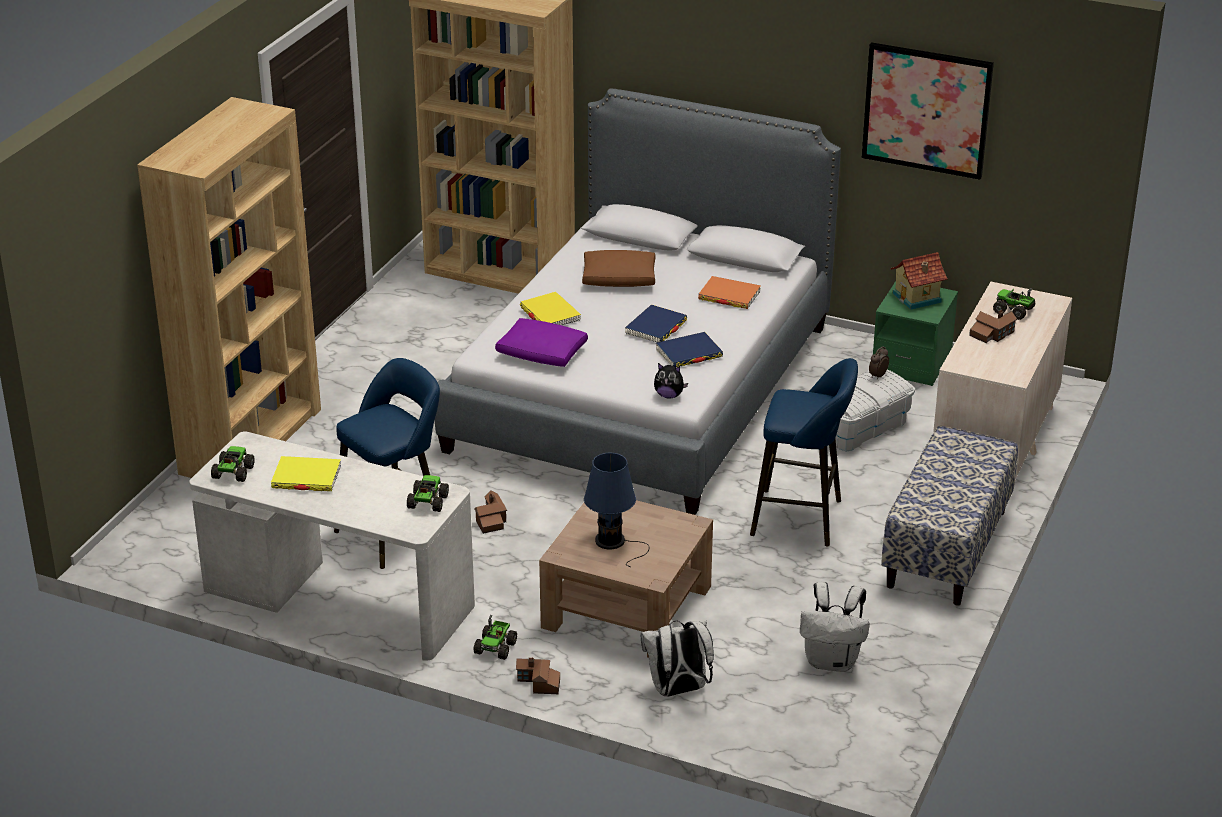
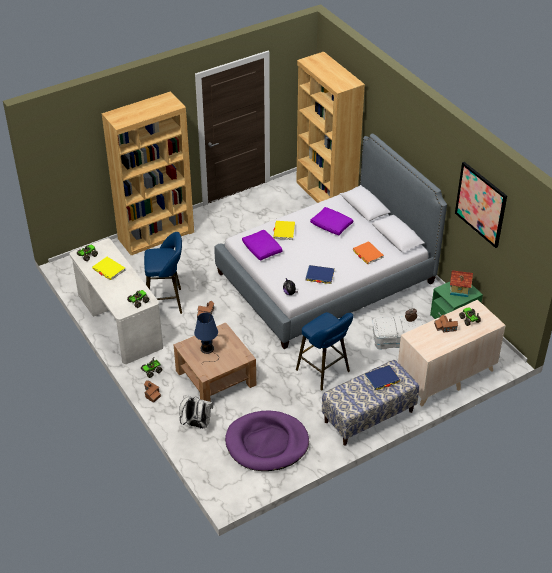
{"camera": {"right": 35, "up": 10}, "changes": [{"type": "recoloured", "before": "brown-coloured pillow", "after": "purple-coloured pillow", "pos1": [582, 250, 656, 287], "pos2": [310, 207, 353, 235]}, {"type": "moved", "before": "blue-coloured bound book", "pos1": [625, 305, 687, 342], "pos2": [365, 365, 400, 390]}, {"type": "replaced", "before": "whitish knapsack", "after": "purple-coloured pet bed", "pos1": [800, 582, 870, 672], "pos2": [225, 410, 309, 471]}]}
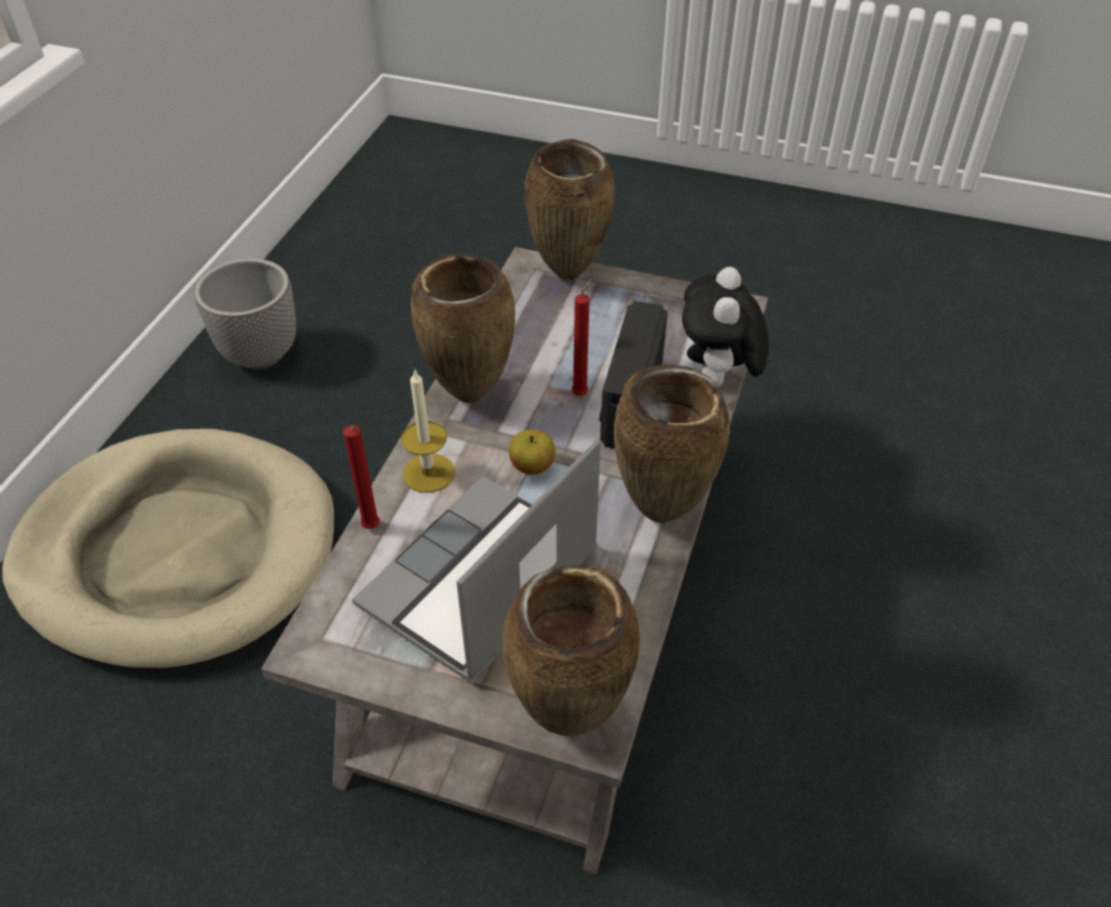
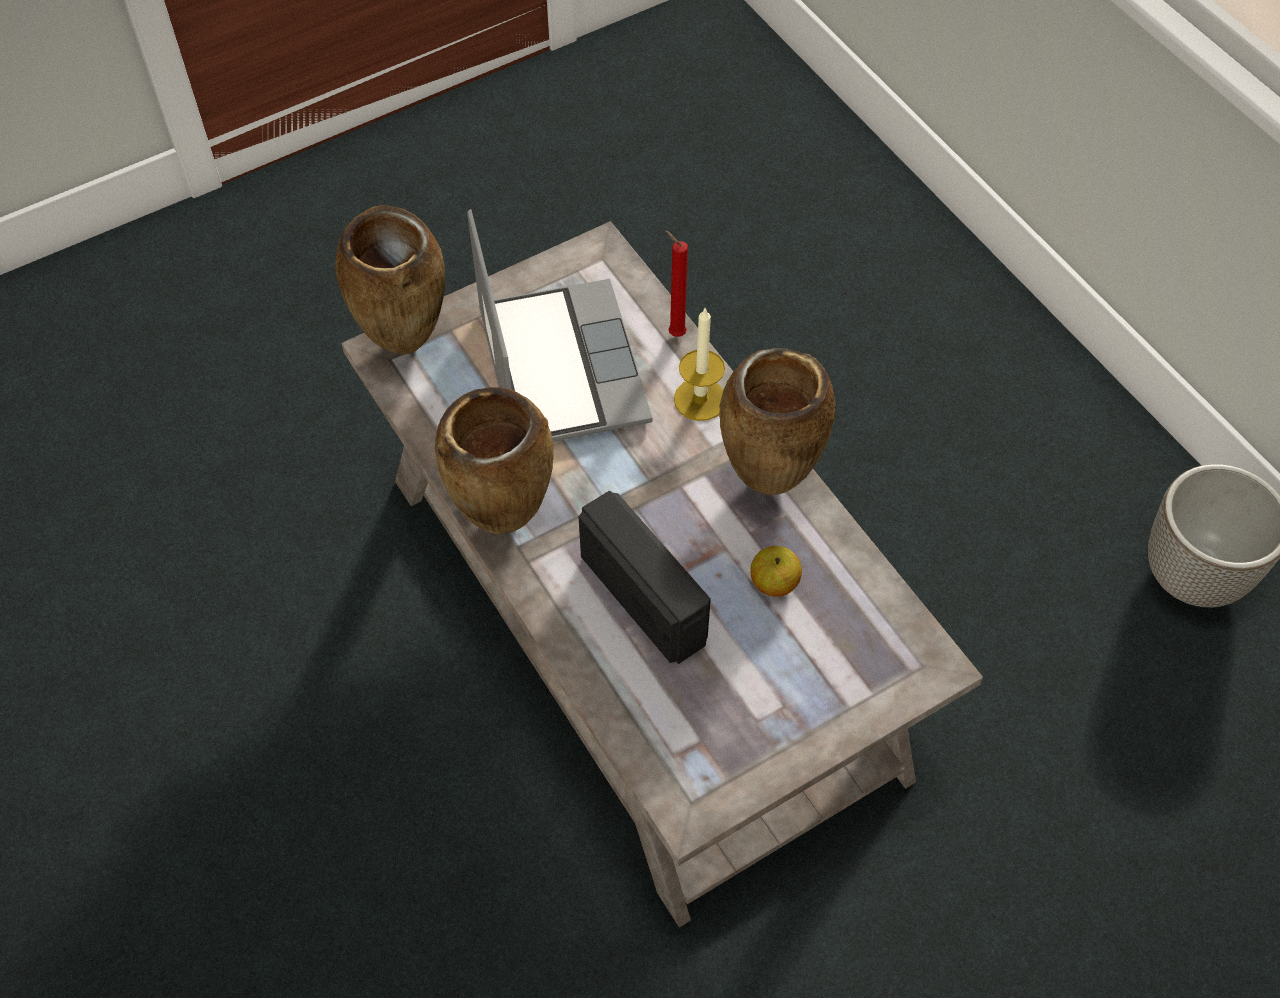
{"camera": {"right": 130, "up": 10}, "changes": [{"type": "removed", "before": "sand-coloured pet bed", "pos1": [2, 429, 335, 671]}, {"type": "moved", "before": "apple fruit", "pos1": [509, 429, 555, 475], "pos2": [751, 546, 802, 597]}, {"type": "removed", "before": "brown-coloured decorative vase", "pos1": [525, 139, 615, 280]}, {"type": "removed", "before": "reddish wax light", "pos1": [572, 279, 593, 396]}, {"type": "removed", "before": "cuddly toy", "pos1": [682, 267, 769, 386]}]}
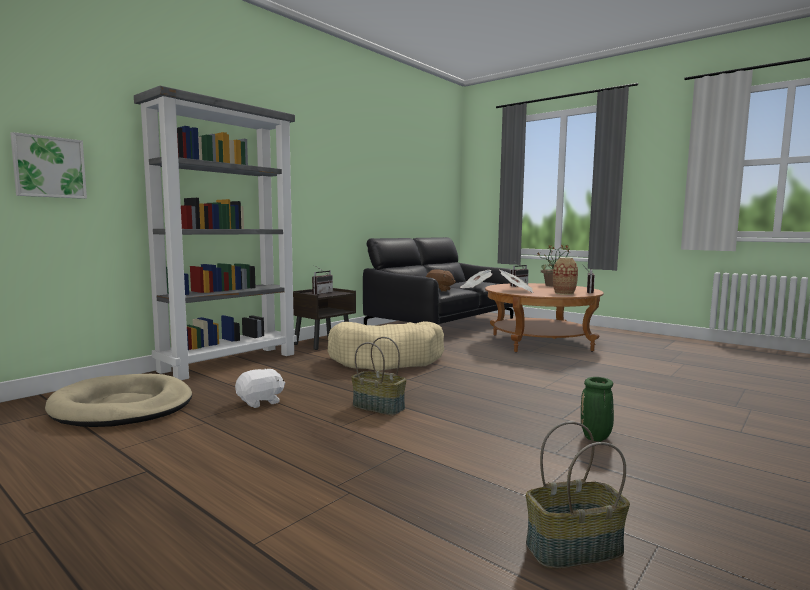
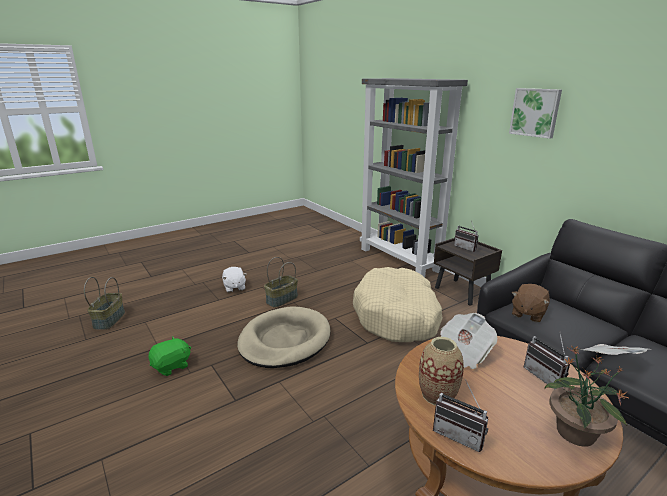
{"camera": {"right": 105, "up": 15}, "changes": [{"type": "moved", "before": "picture", "pos1": [10, 132, 87, 199], "pos2": [509, 88, 562, 139]}, {"type": "moved", "before": "sand-coloured pet bed", "pos1": [45, 374, 192, 427], "pos2": [237, 306, 331, 368]}, {"type": "moved", "before": "whitish cuddly toy", "pos1": [235, 369, 285, 408], "pos2": [222, 267, 247, 293]}, {"type": "replaced", "before": "green-coloured decorative vase", "after": "green-coloured cuddly toy", "pos1": [581, 377, 614, 442], "pos2": [148, 336, 191, 376]}]}
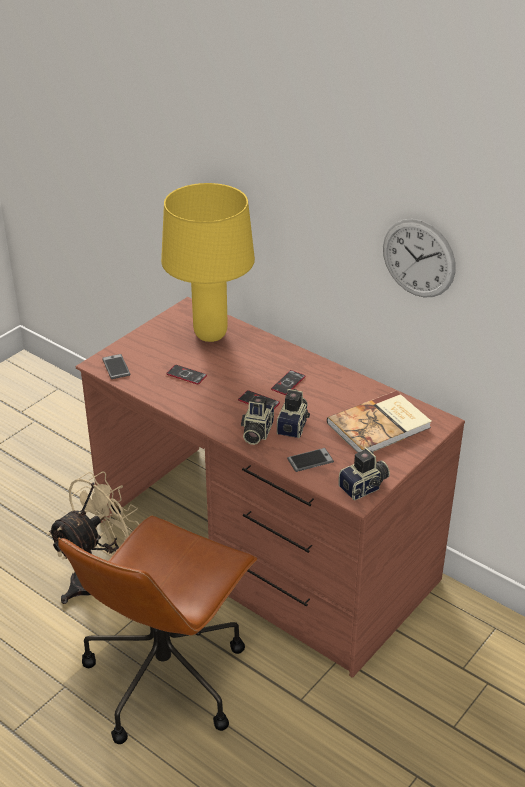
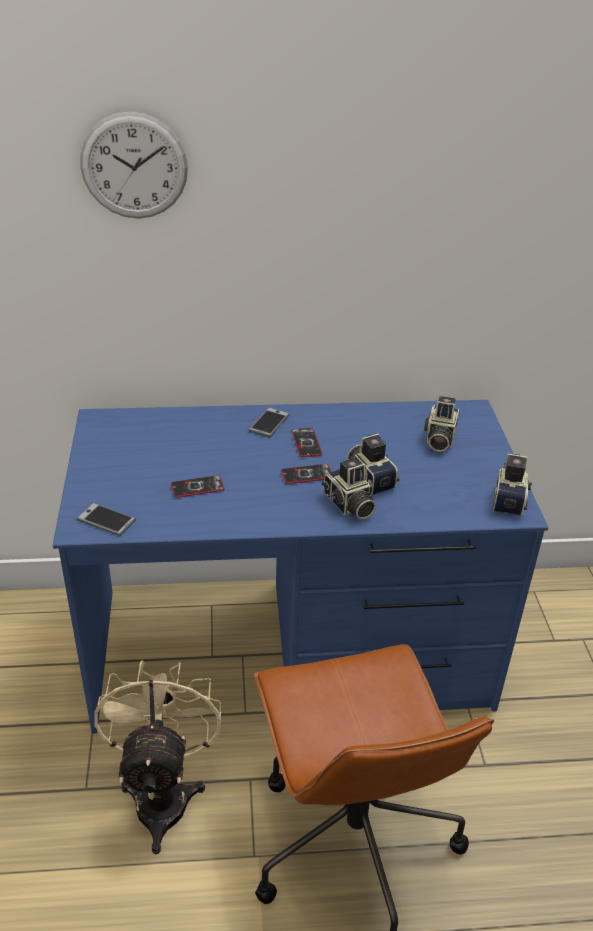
{"camera": {"right": -45, "up": 0}, "changes": [{"type": "recoloured", "before": "brown-coloured desk unit", "after": "blue-coloured desk unit", "pos1": [76, 297, 465, 678], "pos2": [53, 400, 549, 734]}, {"type": "removed", "before": "yellowish table lamp", "pos1": [161, 183, 255, 342]}, {"type": "moved", "before": "phone", "pos1": [287, 448, 334, 472], "pos2": [249, 408, 290, 437]}, {"type": "replaced", "before": "bound book", "after": "still camera", "pos1": [327, 391, 432, 453], "pos2": [424, 396, 459, 452]}, {"type": "moved", "before": "clock on the wall", "pos1": [383, 219, 456, 297], "pos2": [80, 112, 188, 219]}]}
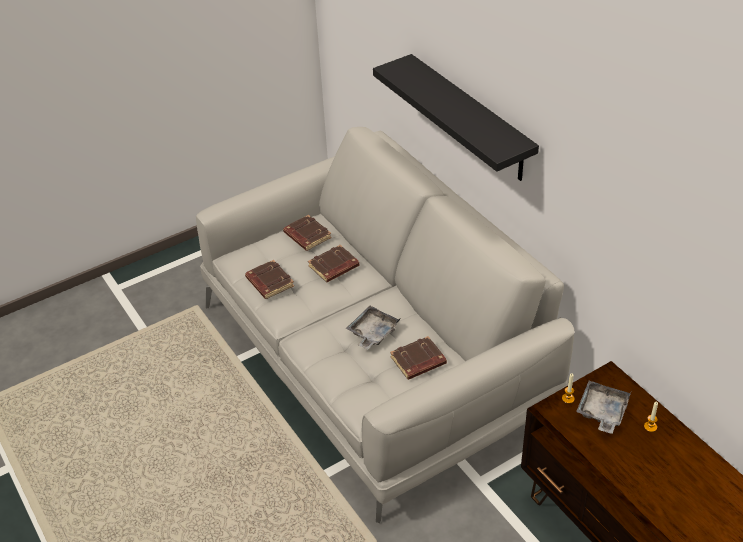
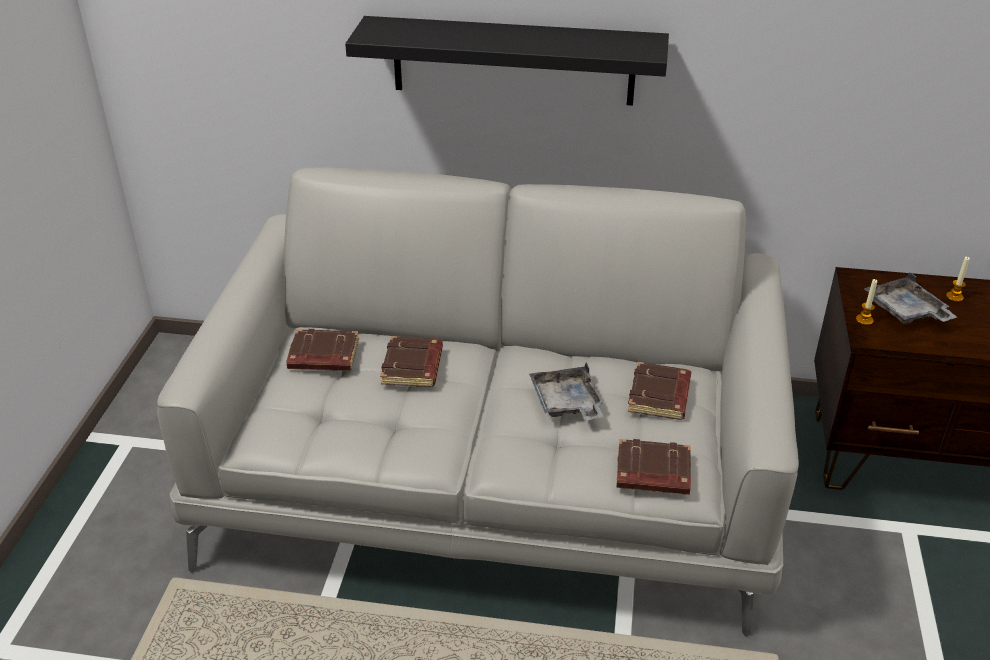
{"camera": {"right": -50, "up": -5}, "changes": [{"type": "moved", "before": "brown-coloured bound book", "pos1": [245, 260, 294, 299], "pos2": [616, 439, 691, 495]}]}
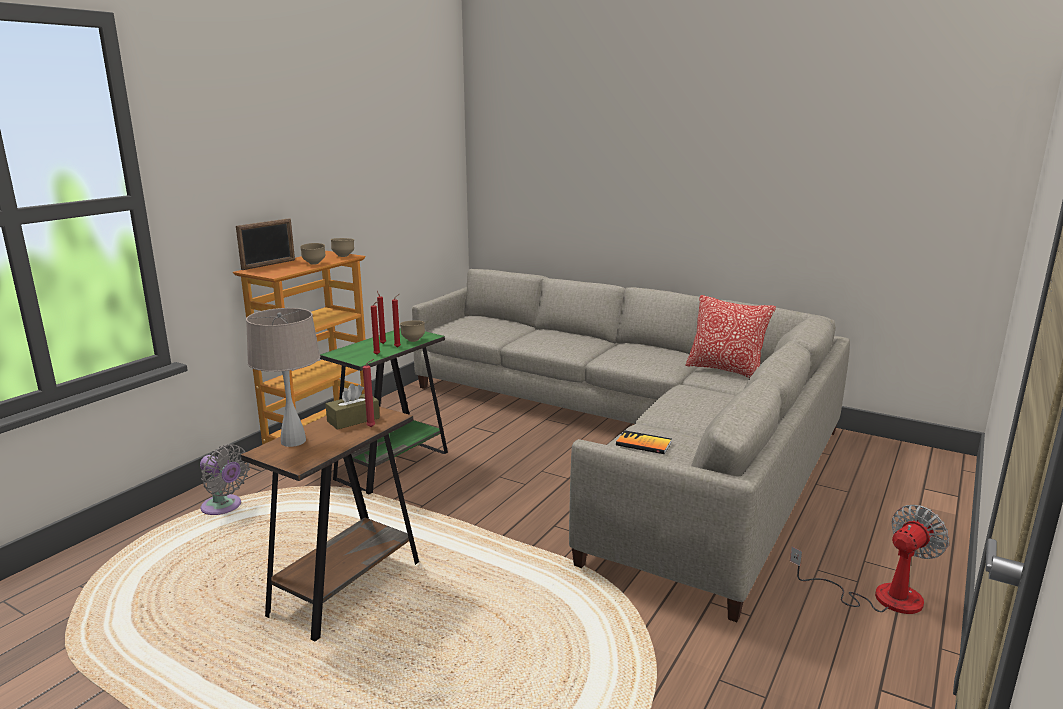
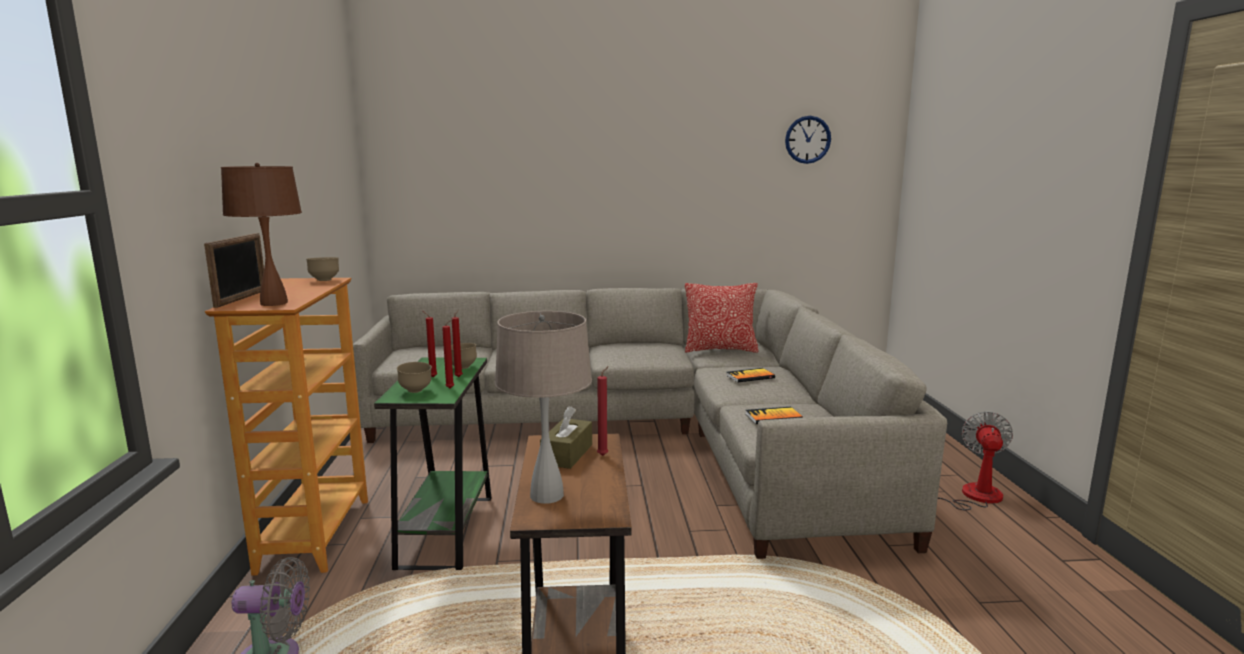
{"camera": {"right": -35, "up": -5}, "changes": [{"type": "moved", "before": "brown-coloured deep dish", "pos1": [300, 243, 325, 265], "pos2": [397, 362, 432, 393]}, {"type": "added", "after": "brown-coloured table lamp", "pos2": [221, 163, 302, 306]}, {"type": "added", "after": "bound book", "pos2": [726, 368, 775, 383]}, {"type": "added", "after": "clock on the wall", "pos2": [785, 116, 831, 164]}]}
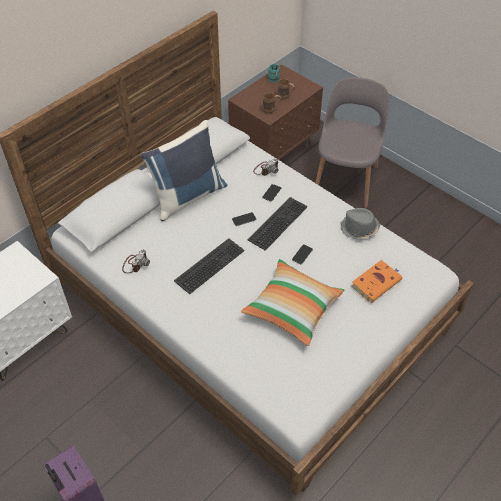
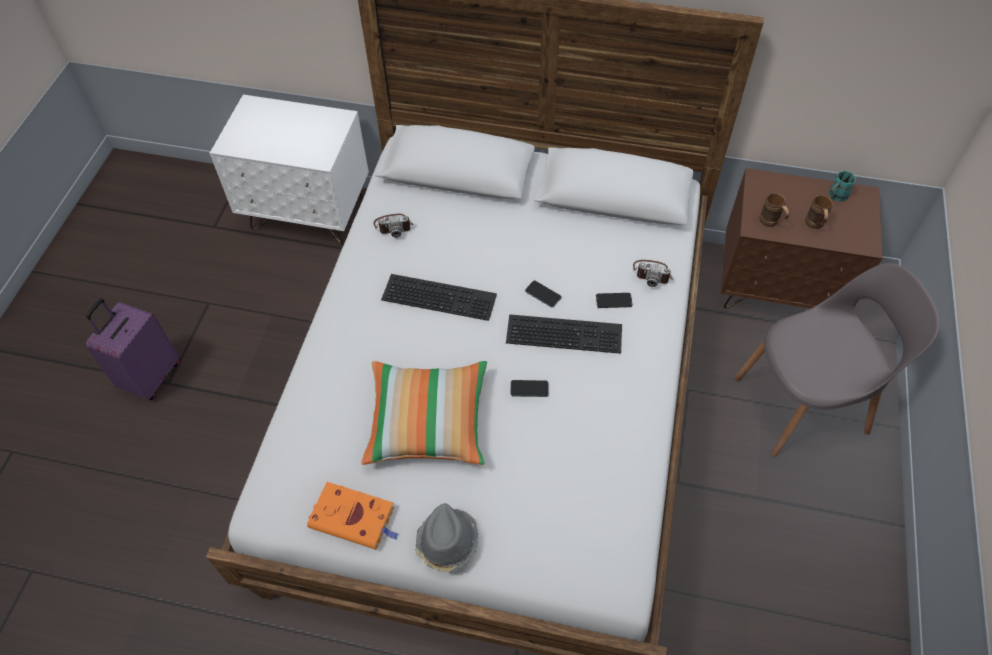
{"camera": {"right": 60, "up": 5}, "changes": [{"type": "removed", "before": "blue-coloured pillow", "pos1": [140, 120, 227, 221]}, {"type": "moved", "before": "greyish hat", "pos1": [341, 208, 380, 239], "pos2": [415, 503, 478, 573]}, {"type": "moved", "before": "orangey bound book", "pos1": [351, 260, 402, 303], "pos2": [307, 482, 399, 550]}]}
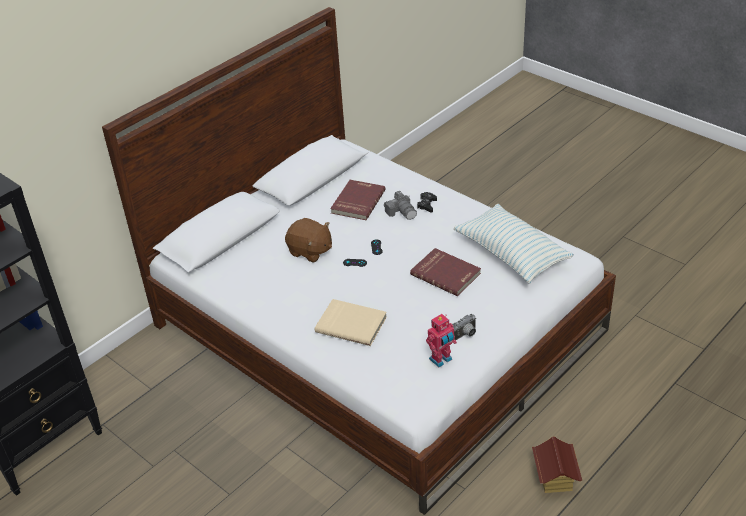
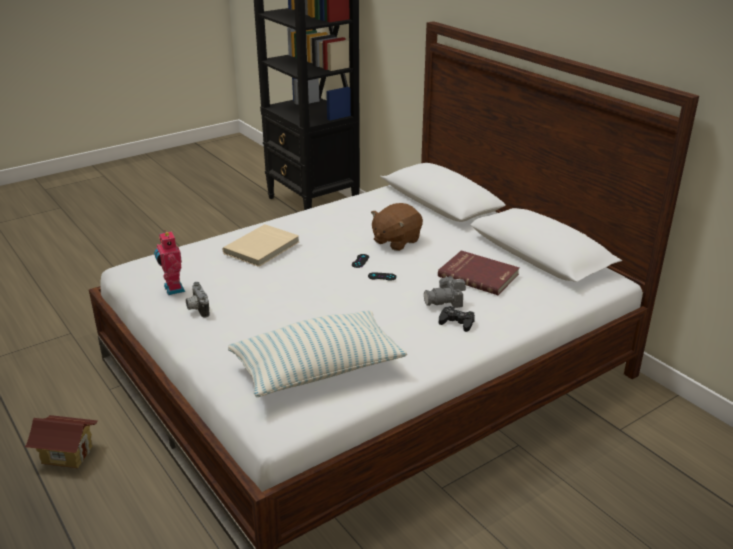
{"camera": {"right": 100, "up": -10}, "changes": [{"type": "removed", "before": "reddish bound book", "pos1": [410, 248, 481, 296]}]}
